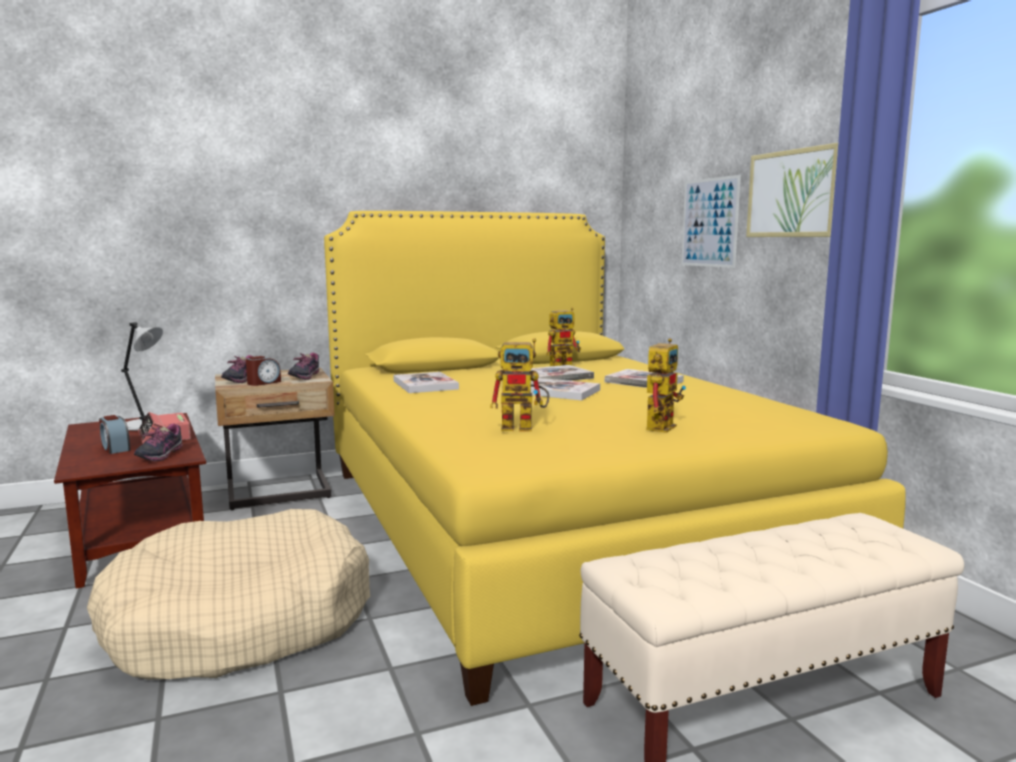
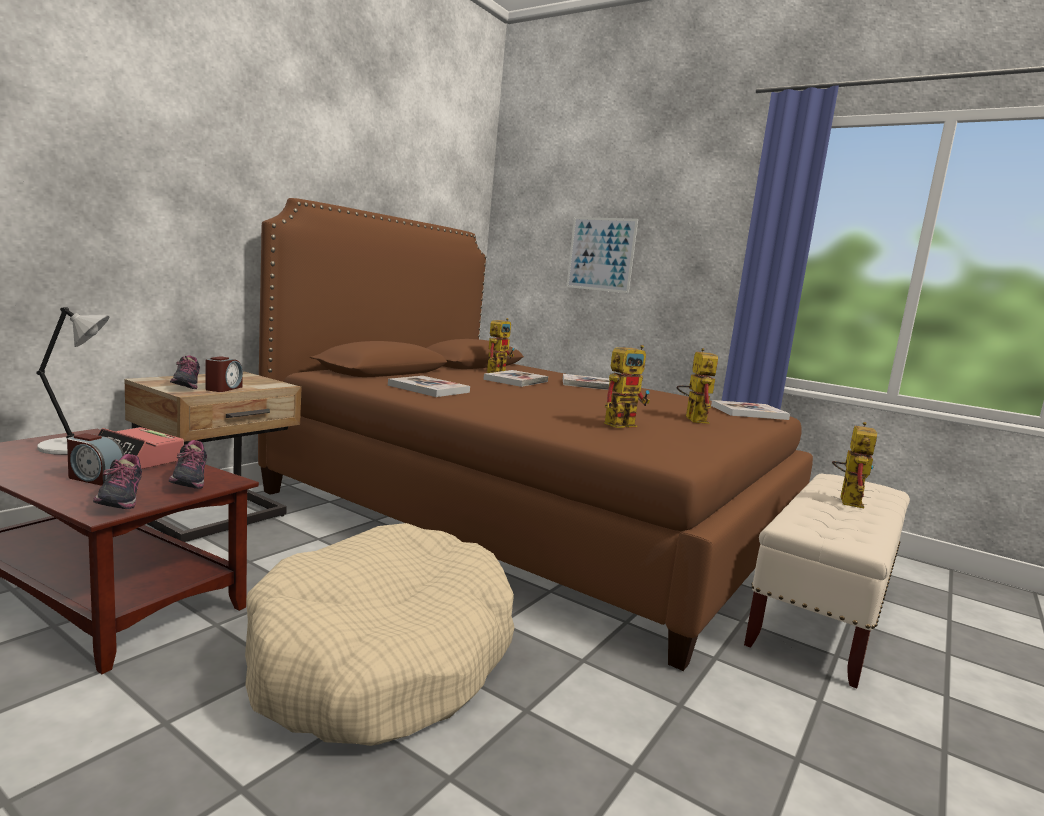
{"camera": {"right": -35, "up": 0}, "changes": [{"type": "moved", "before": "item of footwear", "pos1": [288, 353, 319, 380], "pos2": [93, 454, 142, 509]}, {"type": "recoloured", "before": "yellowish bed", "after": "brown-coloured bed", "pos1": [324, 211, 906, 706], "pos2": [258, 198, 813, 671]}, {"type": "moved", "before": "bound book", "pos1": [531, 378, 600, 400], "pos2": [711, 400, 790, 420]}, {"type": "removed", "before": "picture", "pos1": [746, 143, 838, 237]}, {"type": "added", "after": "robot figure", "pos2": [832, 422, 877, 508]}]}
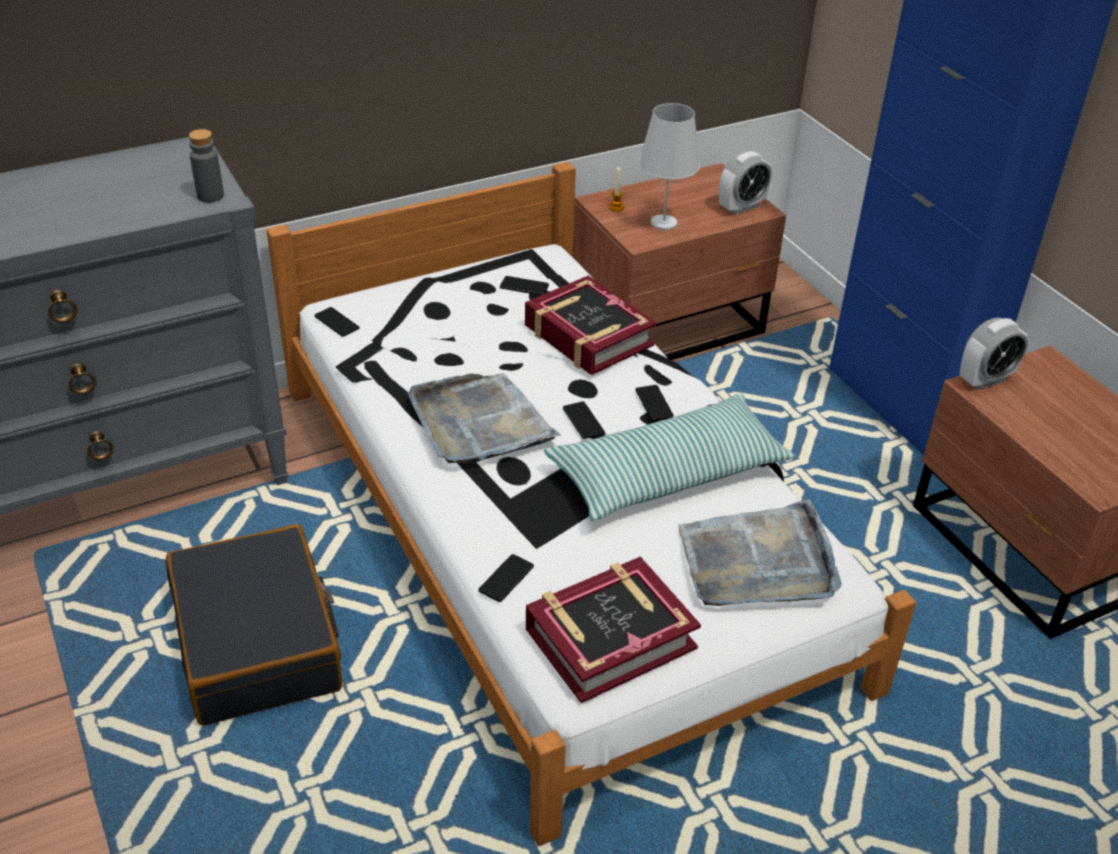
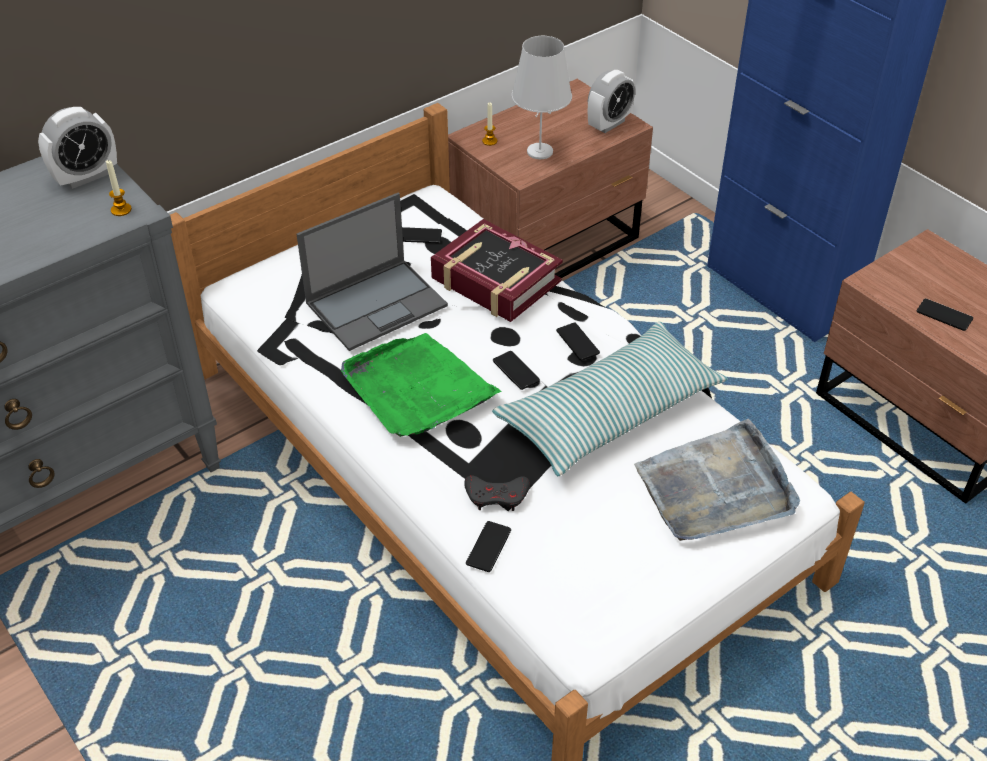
{"camera": {"right": -10, "up": 5}, "changes": [{"type": "removed", "before": "black suitcase", "pos1": [166, 524, 342, 726]}, {"type": "replaced", "before": "greyish drink bottle", "after": "wax light", "pos1": [189, 129, 224, 203], "pos2": [106, 160, 132, 216]}, {"type": "moved", "before": "phone", "pos1": [314, 307, 360, 337], "pos2": [917, 298, 973, 331]}, {"type": "recoloured", "before": "greyish carrying tray", "after": "green-coloured carrying tray", "pos1": [408, 373, 561, 463], "pos2": [341, 333, 501, 437]}, {"type": "removed", "before": "bound book", "pos1": [526, 556, 701, 703]}, {"type": "moved", "before": "alarm clock", "pos1": [960, 317, 1028, 390], "pos2": [38, 107, 117, 189]}, {"type": "added", "after": "laptop", "pos2": [296, 193, 448, 351]}, {"type": "added", "after": "greyish joypad", "pos2": [464, 476, 530, 511]}]}
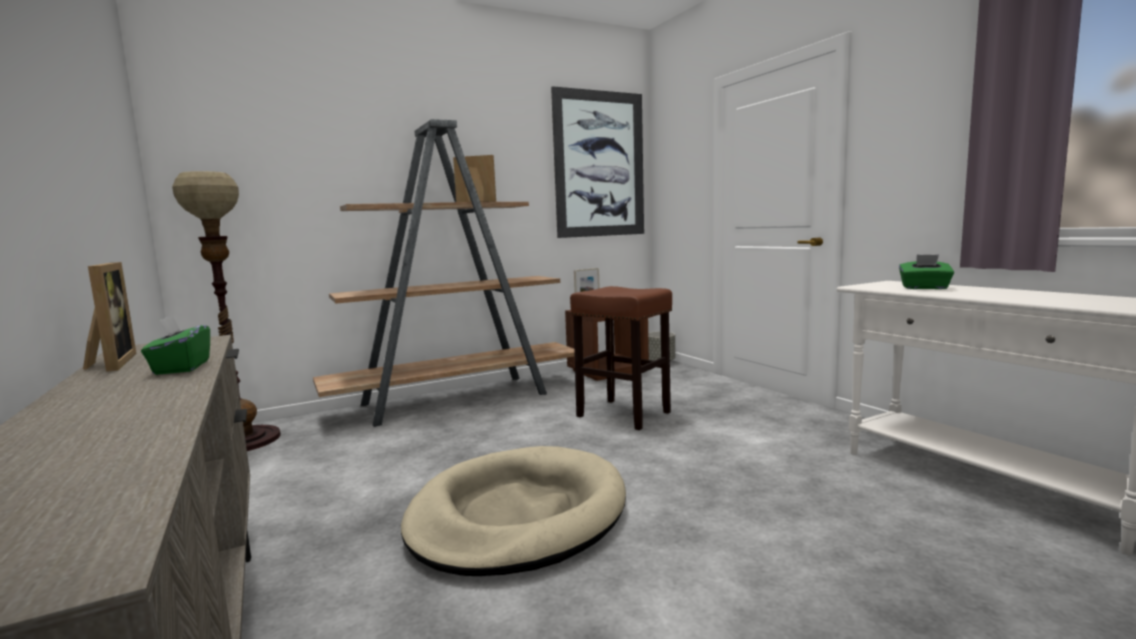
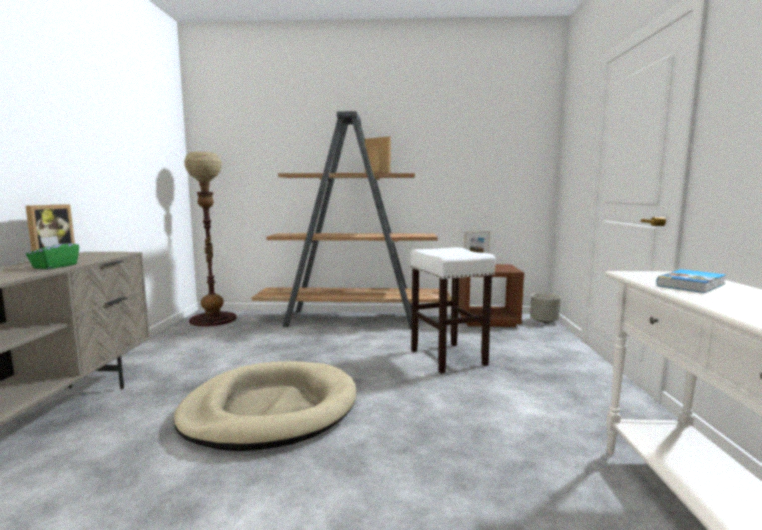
{"camera": {"right": 30, "up": 0}, "changes": [{"type": "removed", "before": "picture", "pos1": [551, 86, 644, 238]}, {"type": "recoloured", "before": "brown-coloured stool seat", "after": "whitish stool seat", "pos1": [570, 286, 672, 430], "pos2": [410, 247, 496, 374]}, {"type": "replaced", "before": "green-coloured tissue holder", "after": "bound book", "pos1": [899, 254, 954, 289], "pos2": [656, 269, 726, 293]}]}
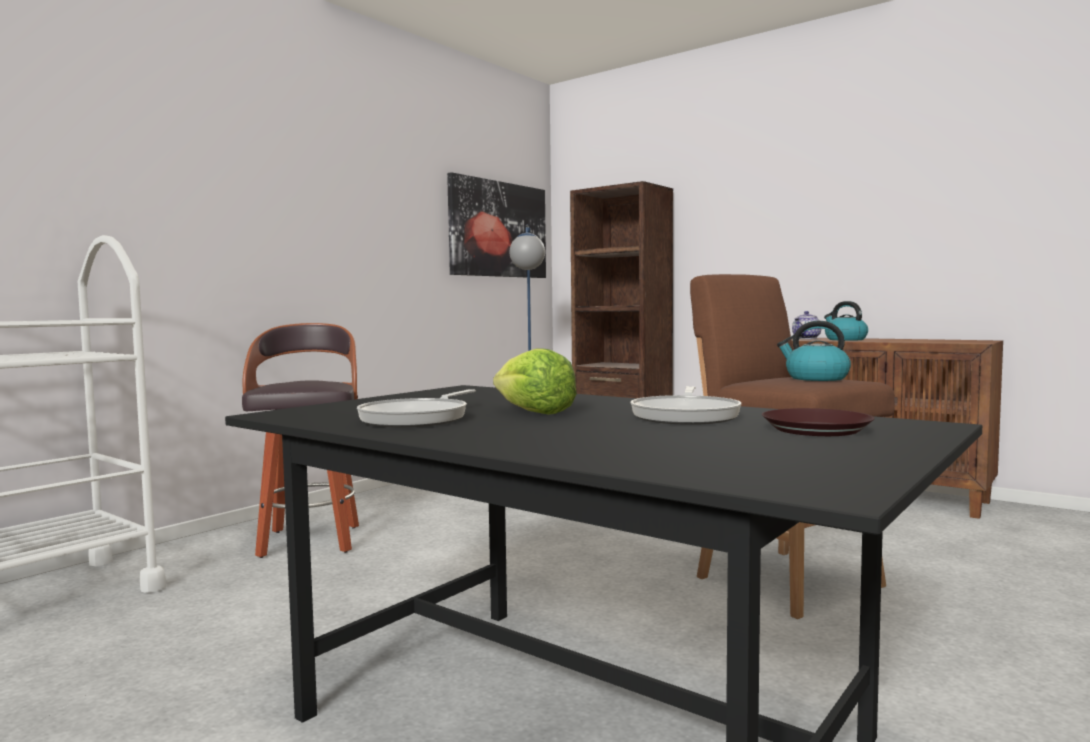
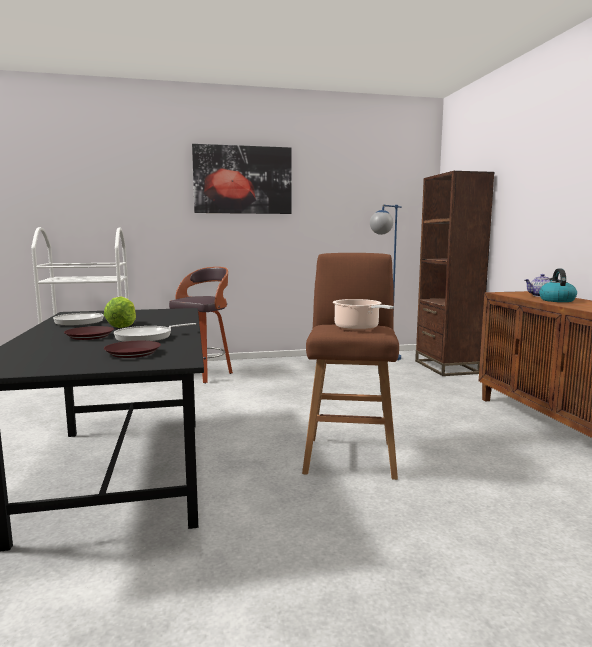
{"camera": {"right": 40, "up": 5}, "changes": [{"type": "moved", "before": "picture", "pos1": [447, 172, 546, 278], "pos2": [192, 144, 291, 214]}, {"type": "replaced", "before": "kettle", "after": "stockpot", "pos1": [777, 321, 851, 381], "pos2": [333, 299, 394, 331]}, {"type": "added", "after": "brown-coloured dinner plate", "pos2": [64, 326, 114, 340]}]}
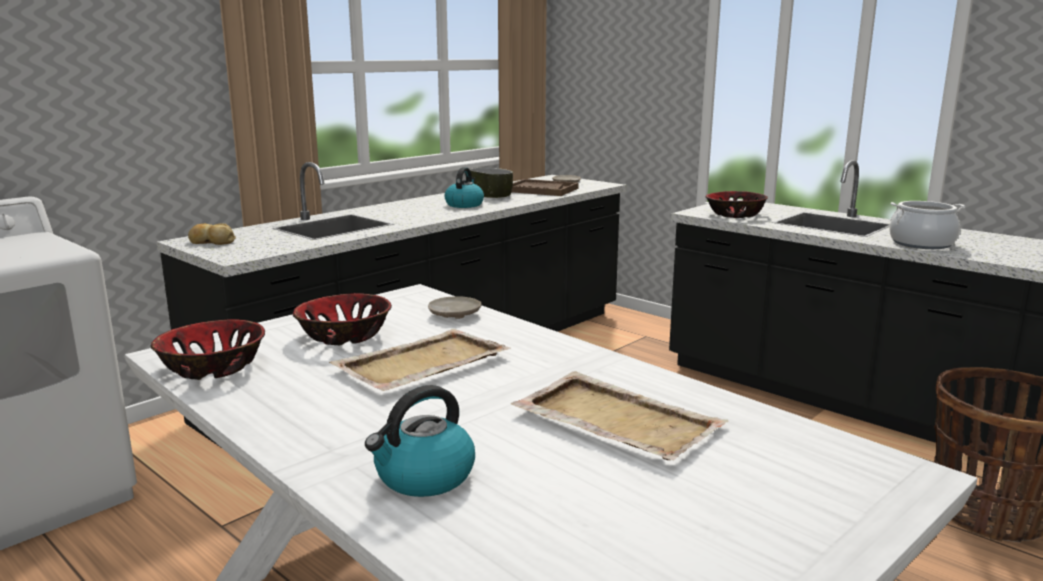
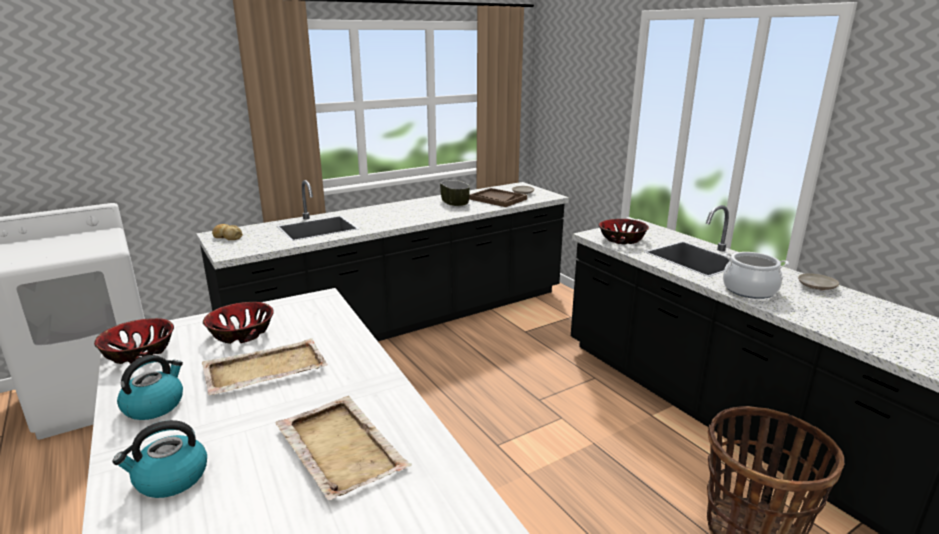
{"camera": {"right": 15, "up": 5}, "changes": [{"type": "moved", "before": "sand-coloured dinner plate", "pos1": [428, 297, 481, 319], "pos2": [798, 273, 839, 290]}, {"type": "moved", "before": "kettle", "pos1": [444, 167, 484, 208], "pos2": [117, 355, 183, 420]}]}
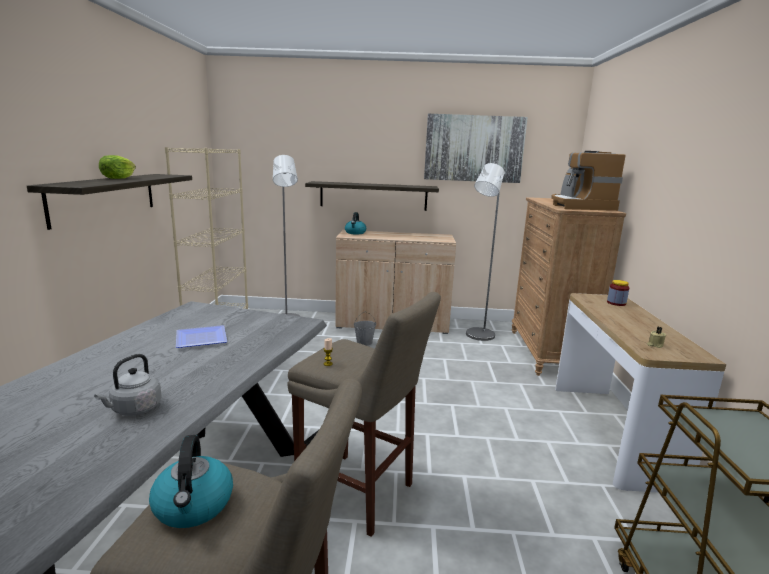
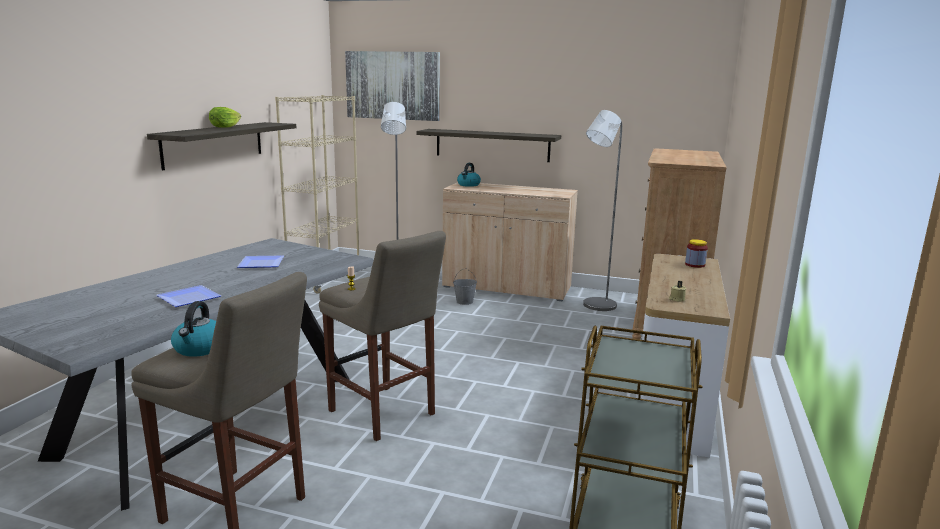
{"camera": {"right": 15, "up": 0}, "changes": [{"type": "replaced", "before": "greyish kettle", "after": "dinner plate", "pos1": [94, 354, 162, 416], "pos2": [156, 285, 221, 307]}, {"type": "moved", "before": "picture", "pos1": [424, 114, 528, 183], "pos2": [345, 51, 440, 121]}, {"type": "removed", "before": "coffee brewer", "pos1": [551, 151, 626, 211]}]}
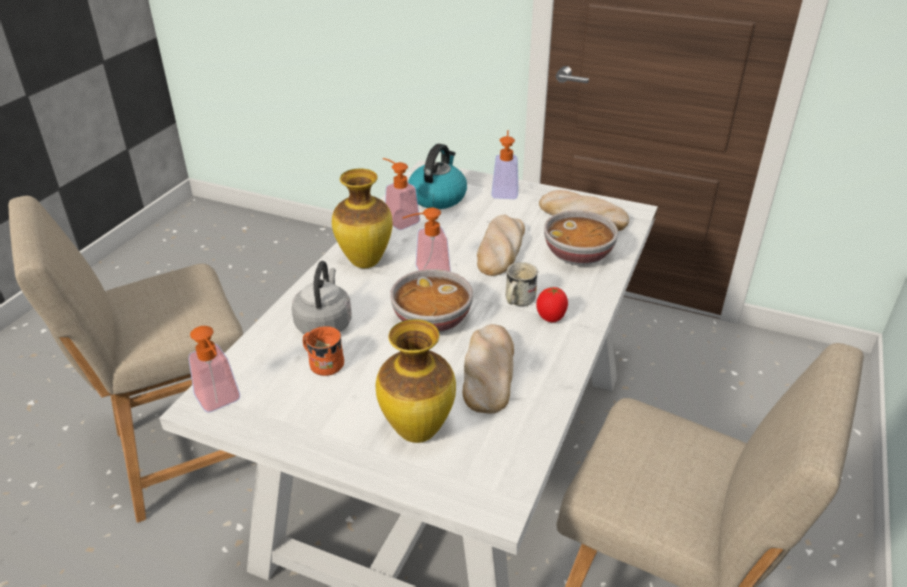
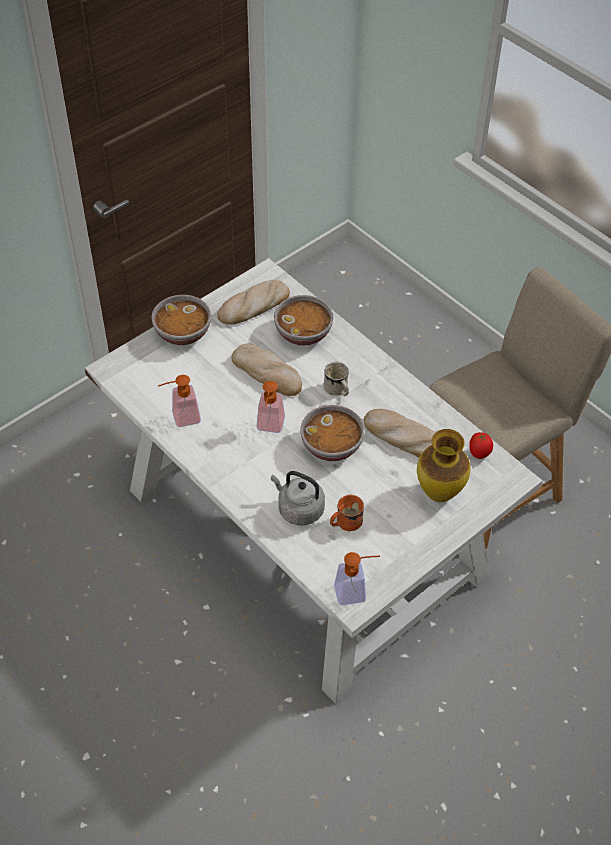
{"camera": {"right": -65, "up": 15}, "changes": [{"type": "removed", "before": "sand-coloured upright chair", "pos1": [8, 196, 243, 523]}, {"type": "removed", "before": "decorative vase", "pos1": [332, 168, 393, 268]}, {"type": "removed", "before": "kettle", "pos1": [408, 144, 467, 209]}, {"type": "replaced", "before": "soap dispenser", "after": "deep dish", "pos1": [491, 130, 518, 199], "pos2": [152, 295, 211, 345]}, {"type": "moved", "before": "whole tomato", "pos1": [536, 287, 568, 322], "pos2": [469, 432, 493, 459]}]}
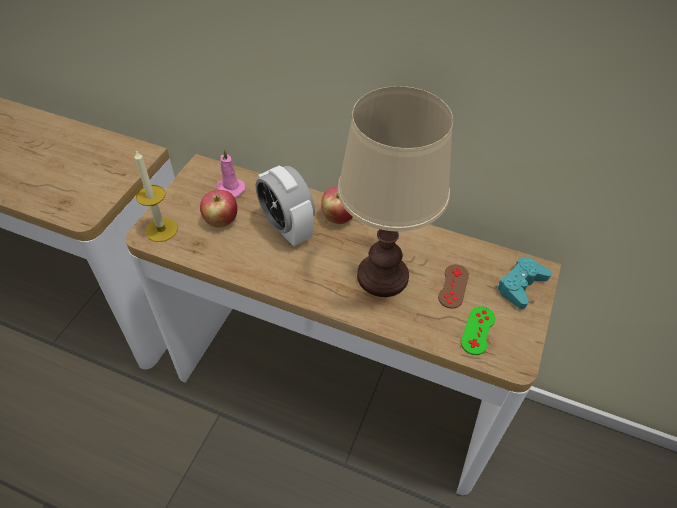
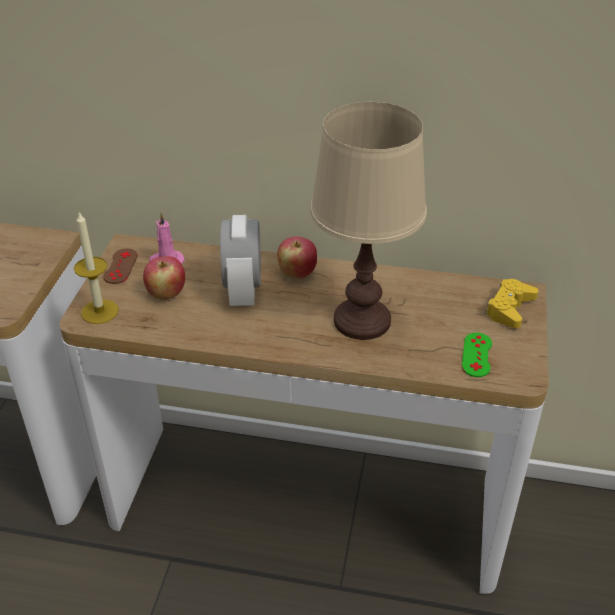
{"camera": {"right": -10, "up": -10}, "changes": [{"type": "turned", "before": "alarm clock", "pos1": [256, 165, 315, 246], "pos2": [220, 215, 261, 306], "turn": 45}, {"type": "moved", "before": "brown-coloured joypad", "pos1": [438, 264, 469, 309], "pos2": [103, 248, 138, 284]}, {"type": "recoloured", "before": "turquoise-coloured joypad", "after": "yellowish joypad", "pos1": [496, 257, 552, 309], "pos2": [485, 279, 539, 328]}]}
